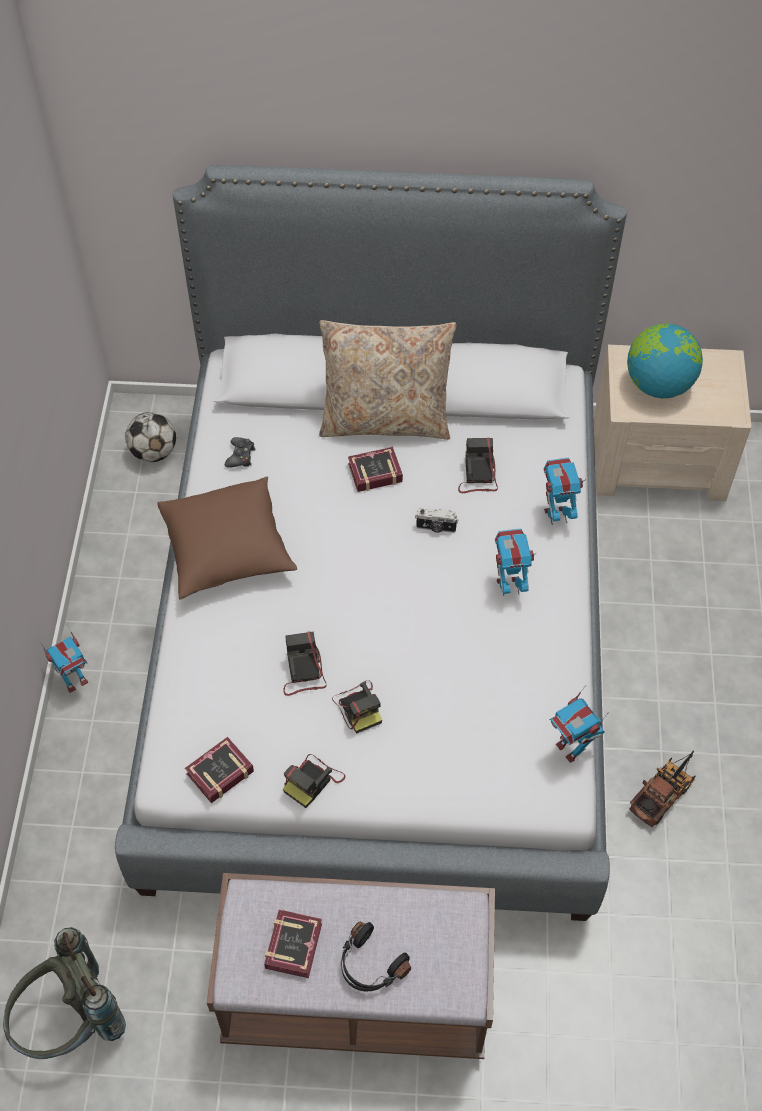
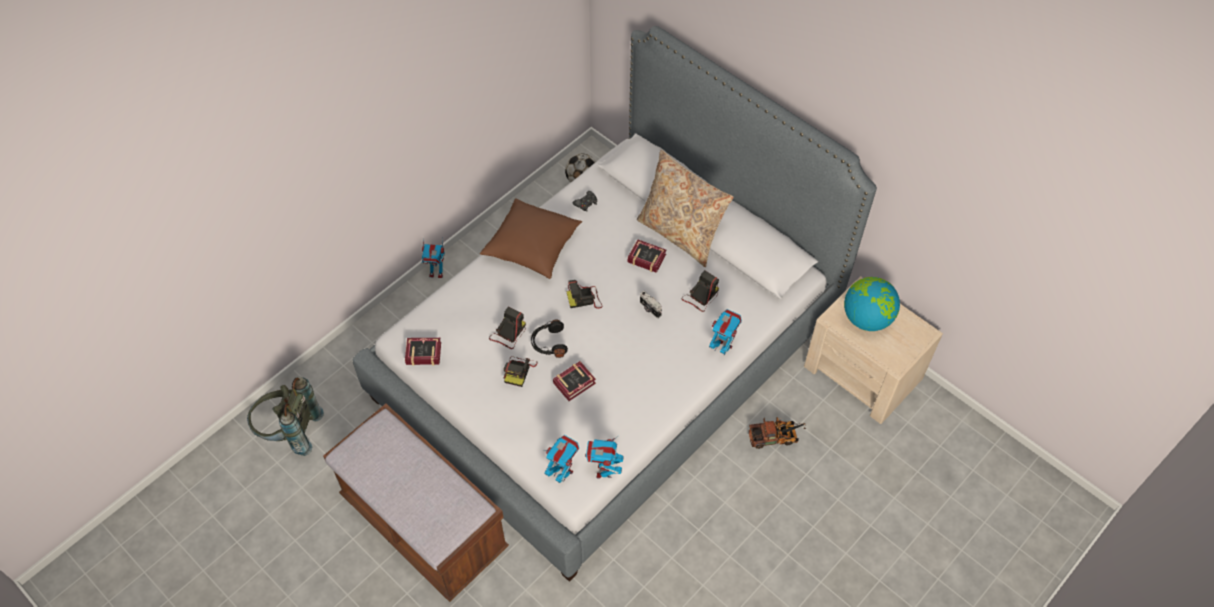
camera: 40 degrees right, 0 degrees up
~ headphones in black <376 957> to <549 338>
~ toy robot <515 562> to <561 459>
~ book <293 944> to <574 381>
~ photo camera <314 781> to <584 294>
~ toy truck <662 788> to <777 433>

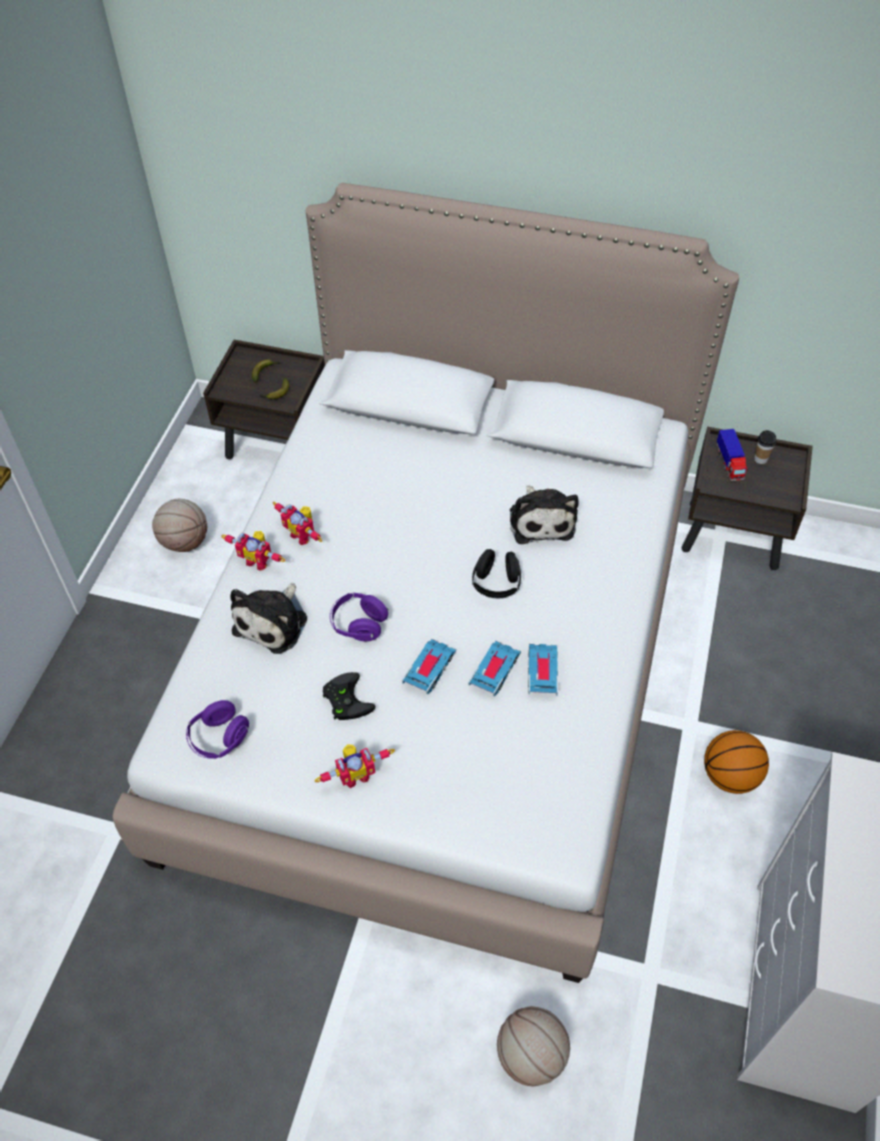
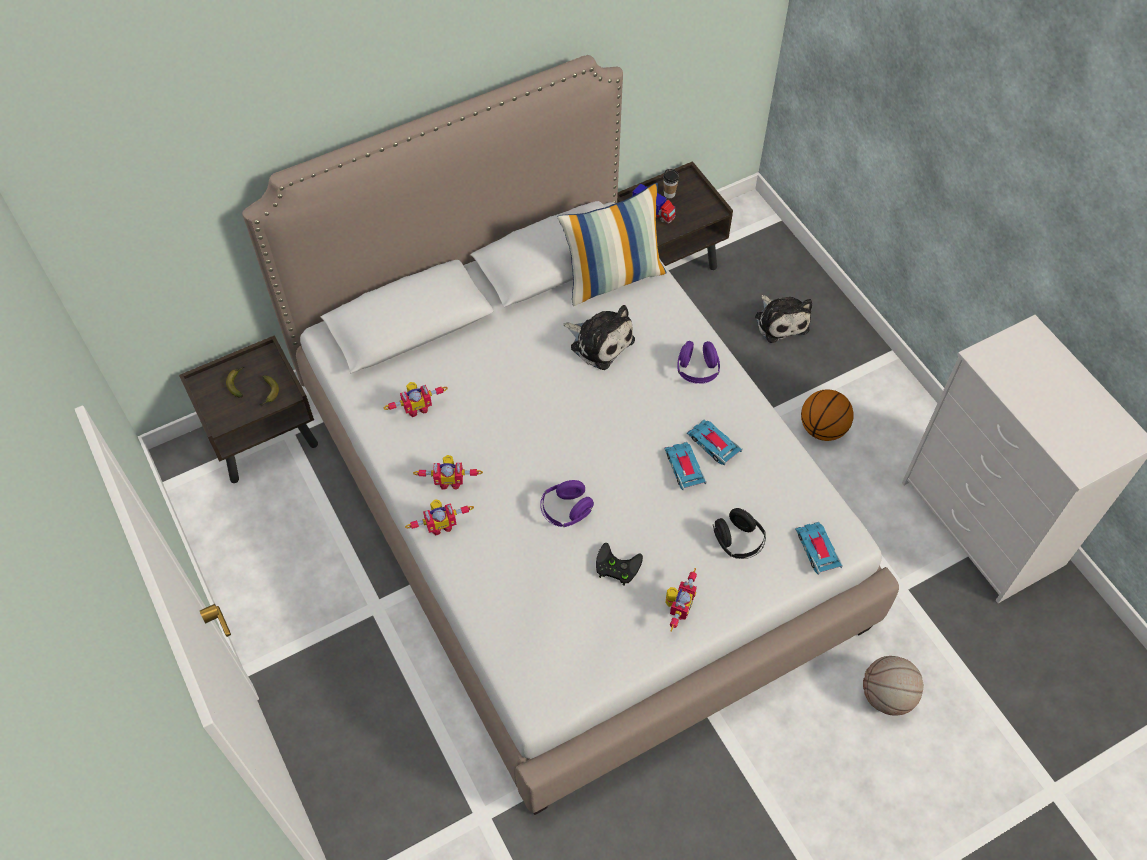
camera: 45 degrees left, 5 degrees up
+ toy robot <416 400>
+ pillow <612 244>
~ headphones in purple <217 729> to <698 362>
~ headphones in black <496 573> to <739 533>
~ plush toy <268 618> to <783 319>
~ toy car <429 666> to <819 548>
- basketball <179 525>

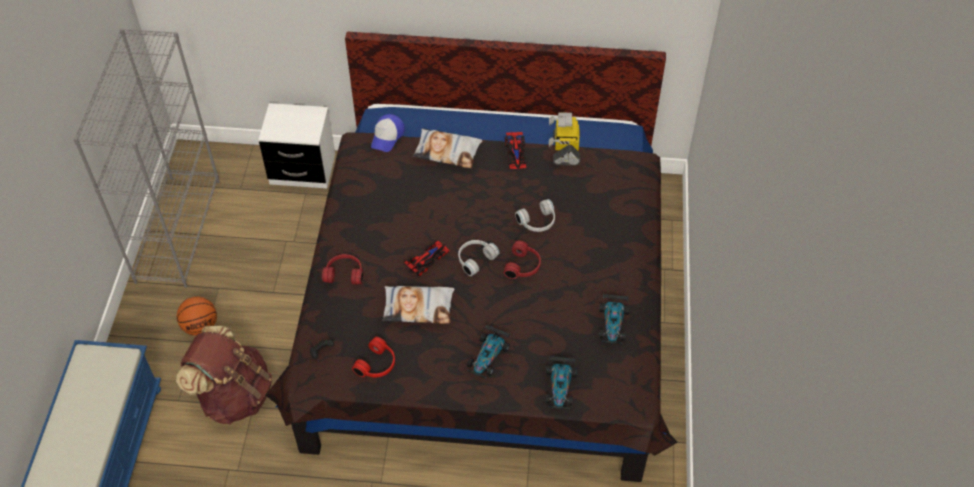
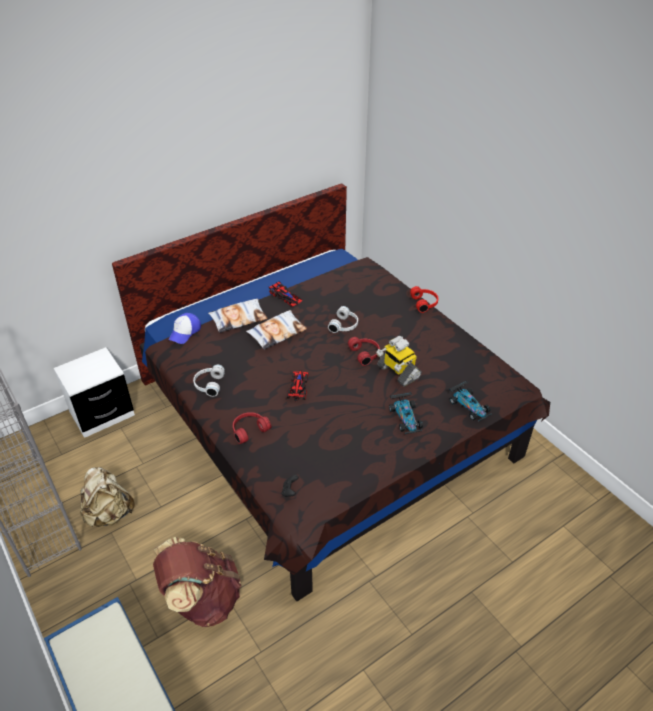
camera: 40 degrees left, 10 degrees down
+ backpack in beige <107 497>
~ cap <388 133> = <185 328> 45 degrees clockwise
~ headphones in white <479 258> to <209 381>
~ pillow <419 305> to <276 330>
~ toy robot <565 139> to <399 361>
~ headphones in red <373 357> to <424 299>
- basketball <197 316>
- toy car <614 318>

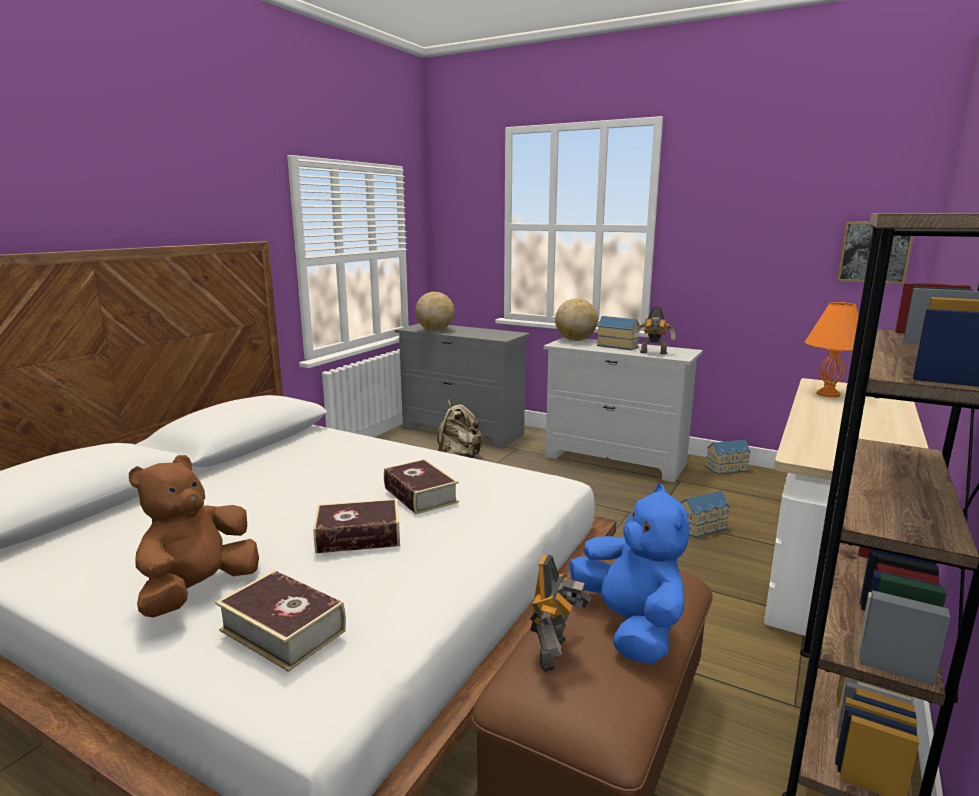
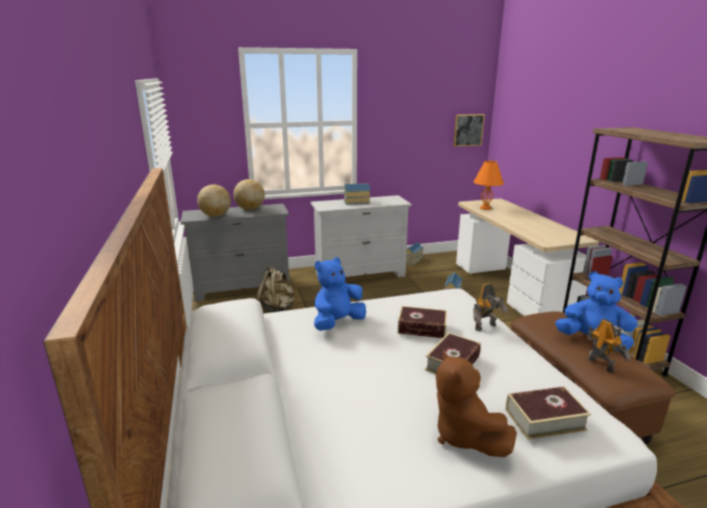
camera: 45 degrees left, 5 degrees up
~ globe <576 319> to <249 194>
+ plush toy in blue <340 294>
~ toy robot <654 330> to <490 307>

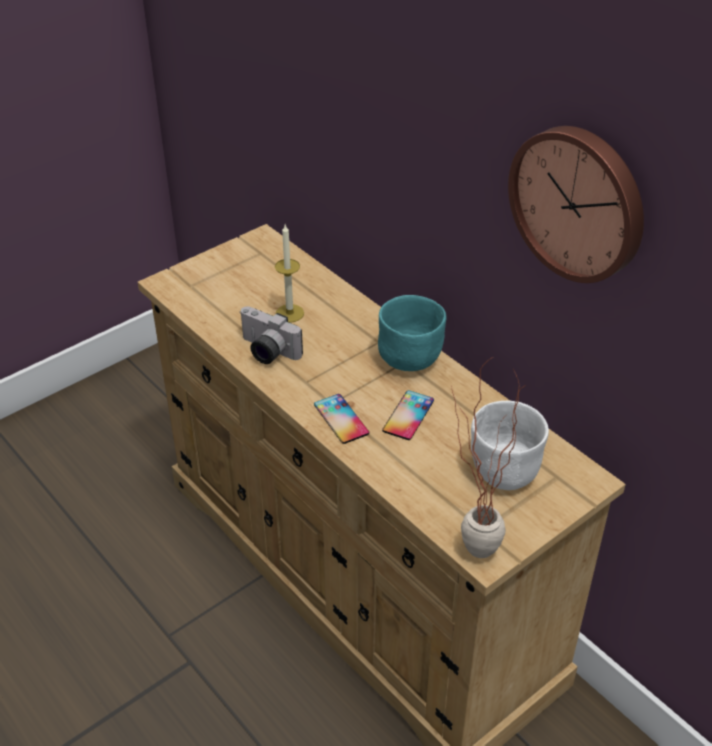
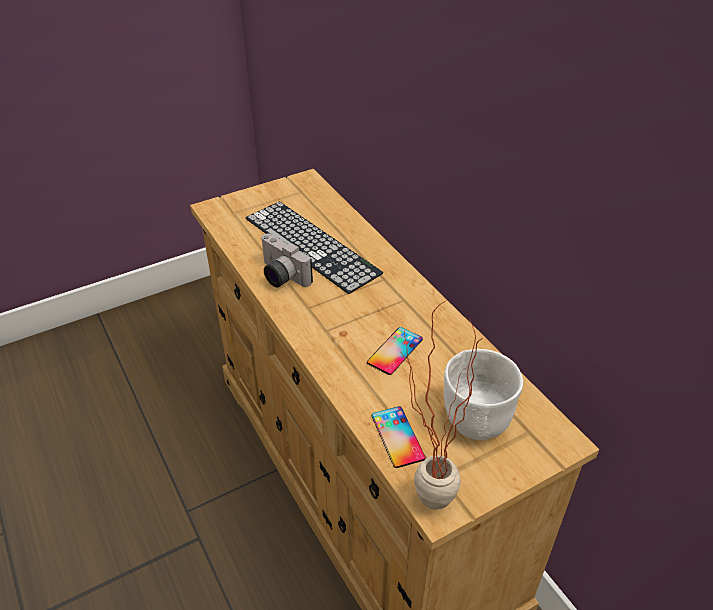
camera: 10 degrees right, 0 degrees up
~ candle <289 274> to keyboard <314 248>
~ phone <341 419> to <399 437>
- bowl in turquoise <412 333>
- wall clock <576 204>

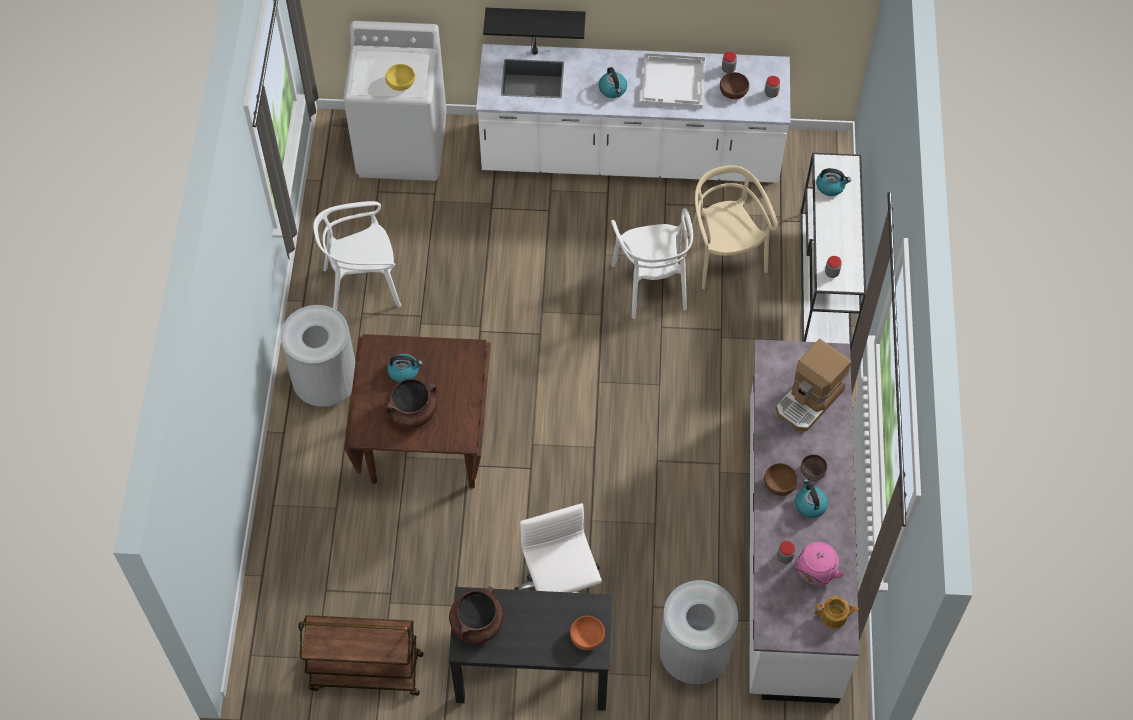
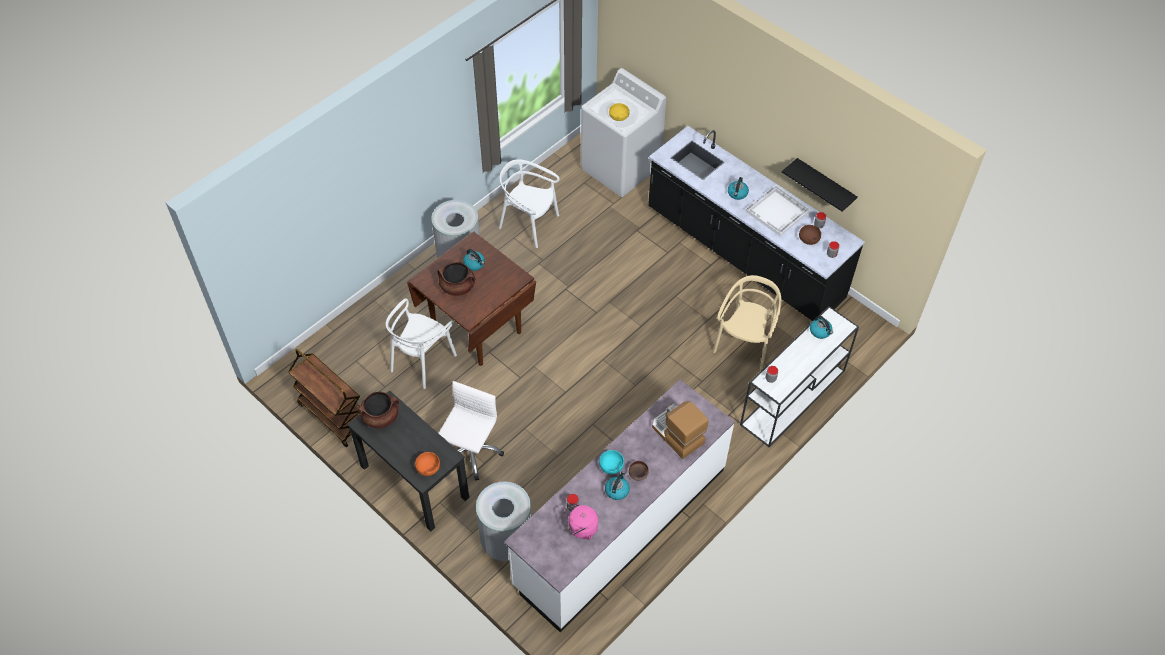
camera: 40 degrees right, 5 degrees down
~ chair in white <652 263> to <421 344>
~ bowl in brown <781 479> to bowl in turquoise <611 462>
~ counter in white <633 110> to counter in black <756 223>
~ coffee machine <813 385> = <680 430> 60 degrees clockwise
~ shelf in black <534 23> to <819 185>
- teapot <837 612>

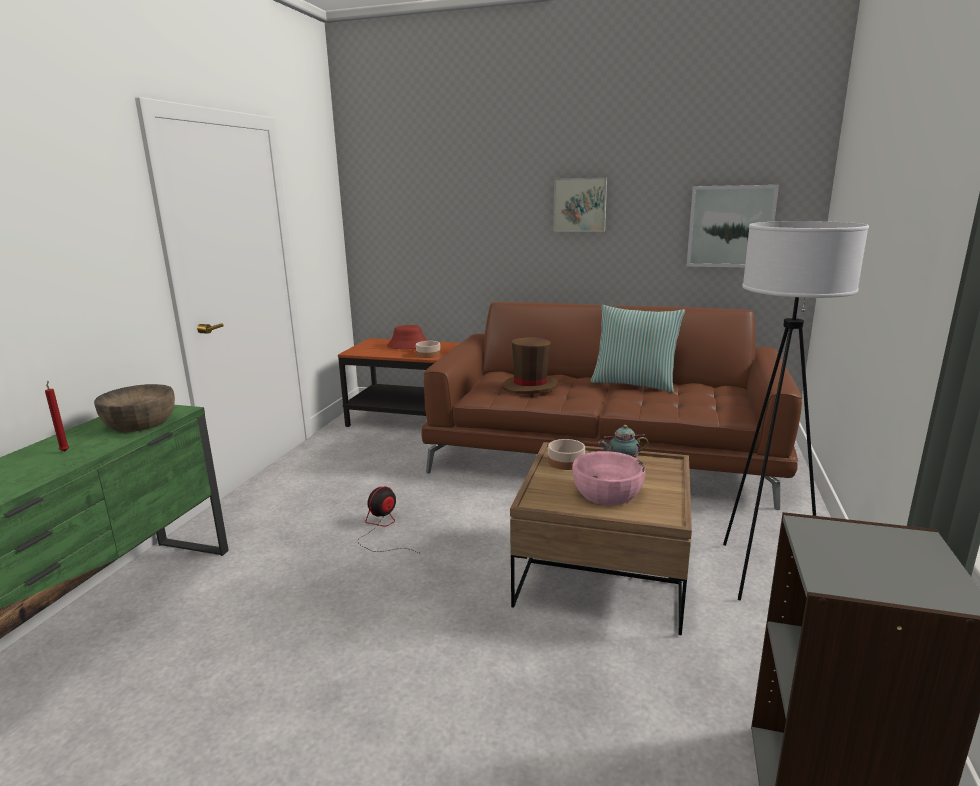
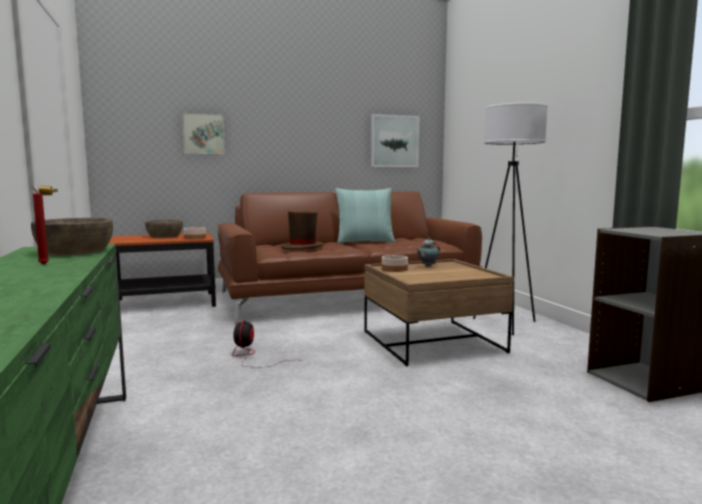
camera: 35 degrees left, 10 degrees down
~ hat in red <407 337> to bowl in brown <164 229>
~ picture <580 204> to <203 133>
- bowl in pink <608 478>

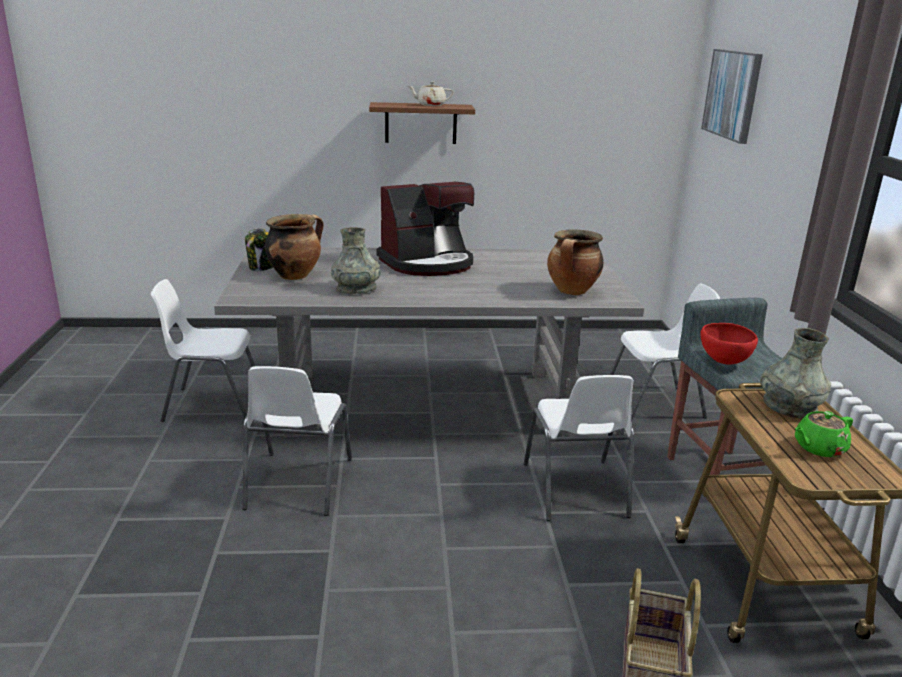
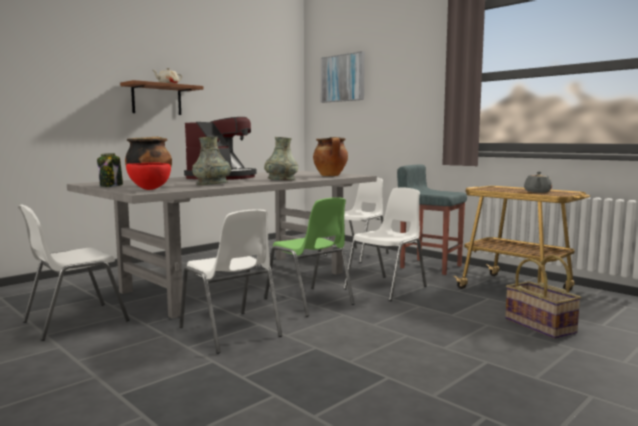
camera: 40 degrees left, 15 degrees down
~ bowl in red <729 343> to <148 176>
~ vase in grey <795 373> to <281 158>
+ chair in green <309 257>
~ chair in white <579 448> = <385 244> 90 degrees counterclockwise
~ teapot in green <824 434> to teapot in grey <538 182>

